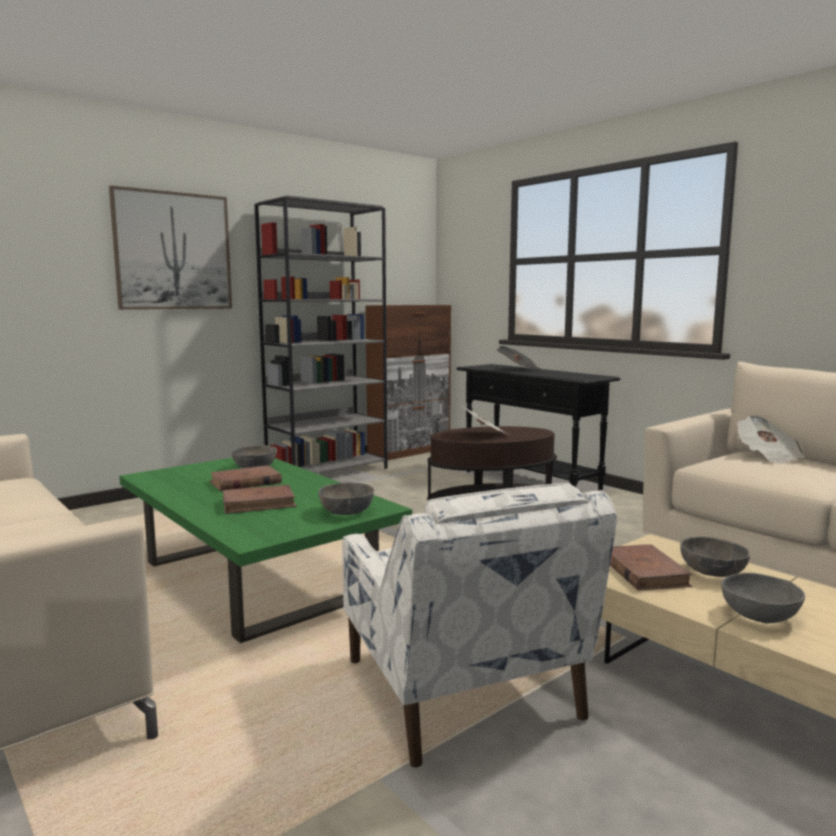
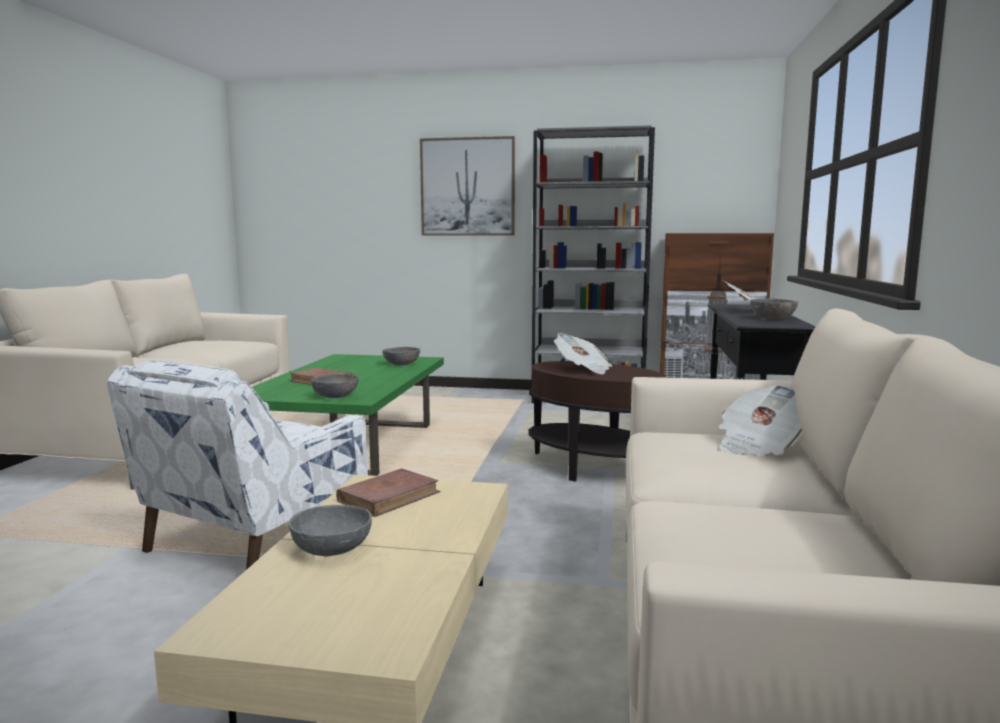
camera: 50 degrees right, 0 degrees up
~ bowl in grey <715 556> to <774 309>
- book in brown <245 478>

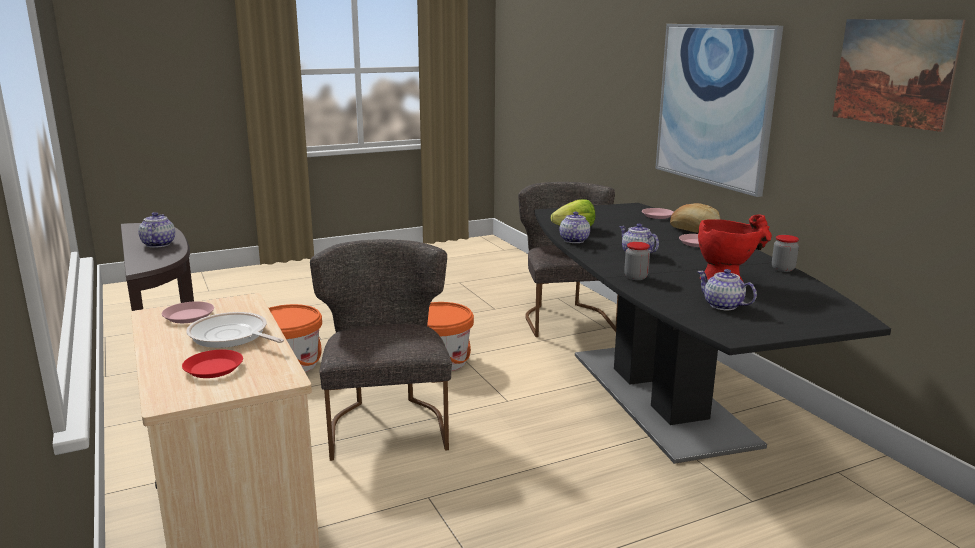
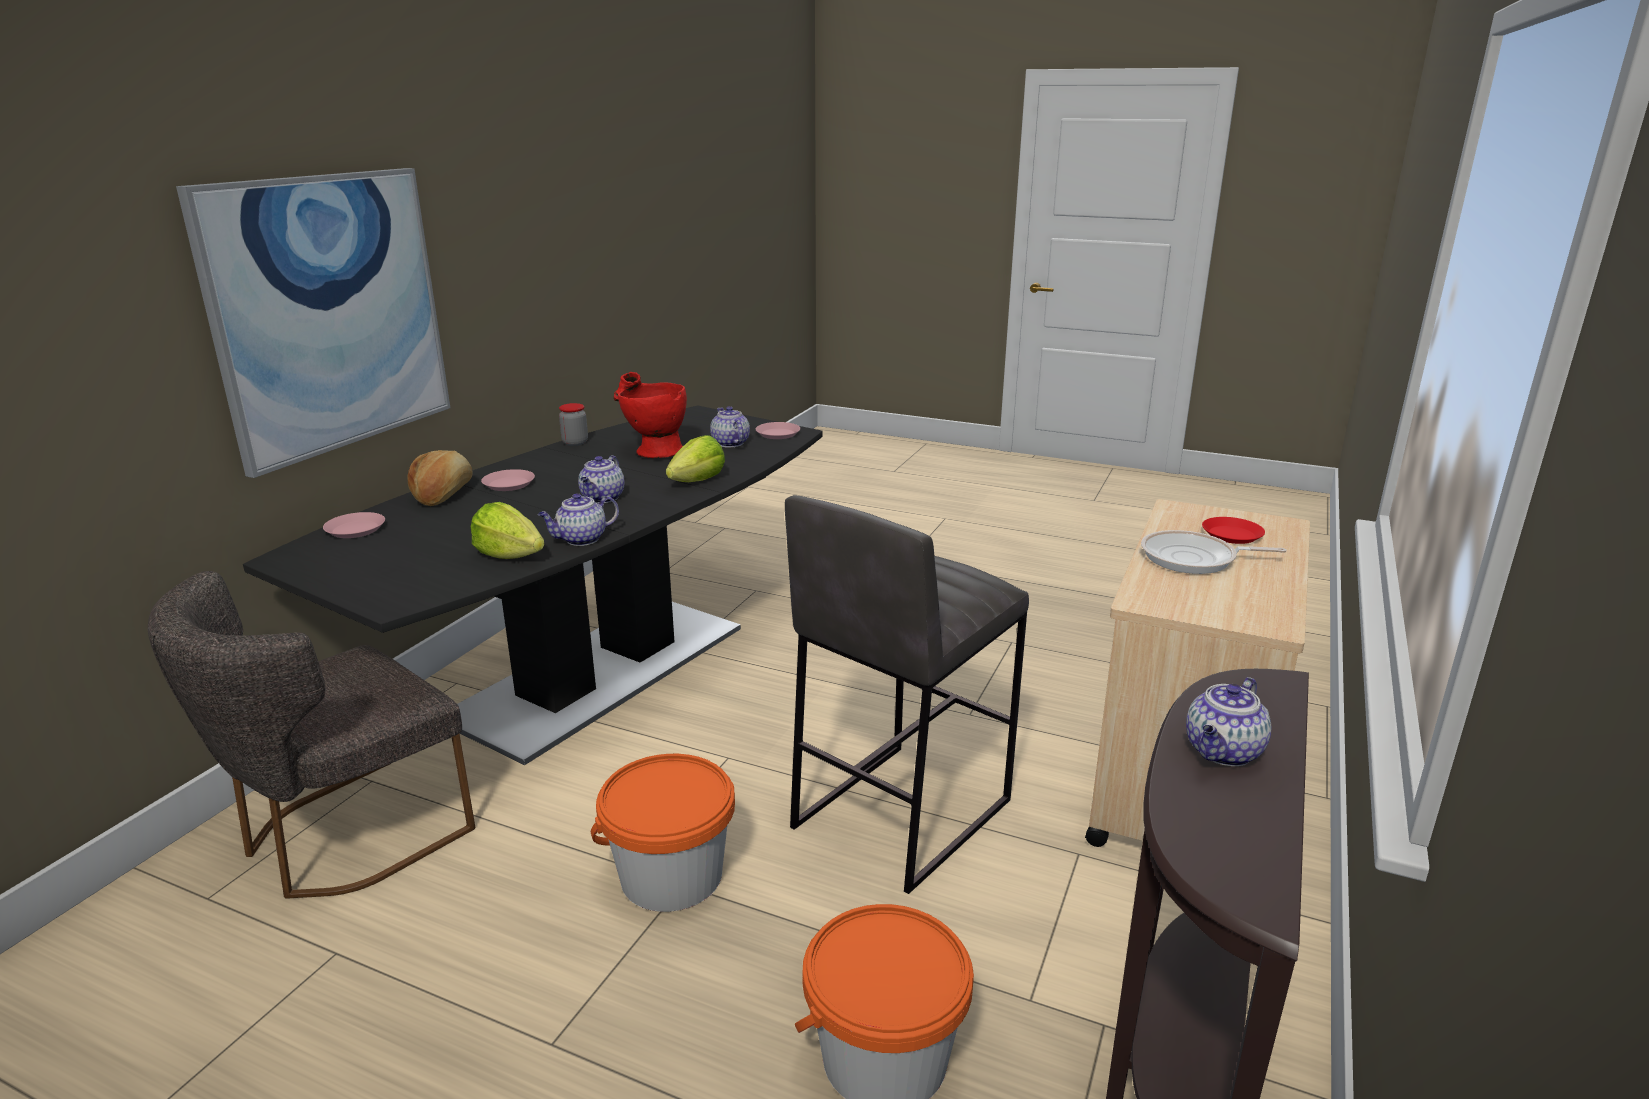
camera: 130 degrees left, 5 degrees up
~ jar <637 261> to lettuce <695 458>
~ teapot <727 289> = <730 427> 150 degrees clockwise
~ plate in pink <188 312> to <778 430>
~ chair in grey <381 350> to stool in grey <907 694>
~ frying pan <235 330> = <1213 552> 105 degrees clockwise
- picture <898 75>

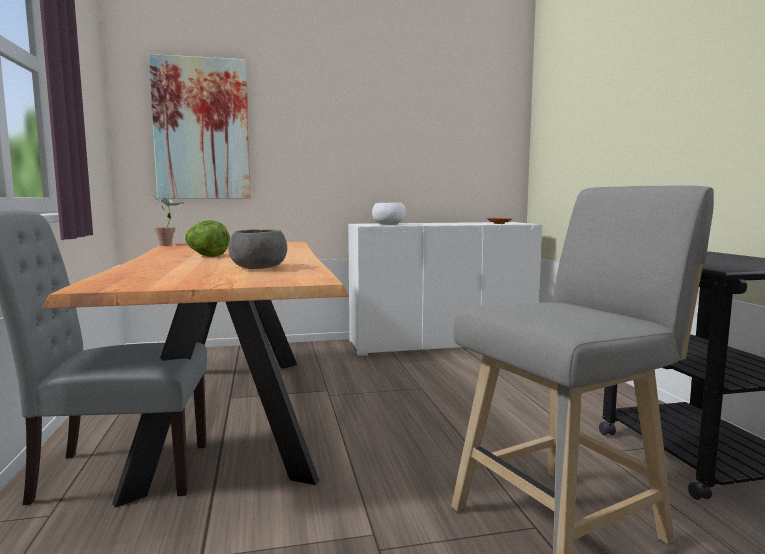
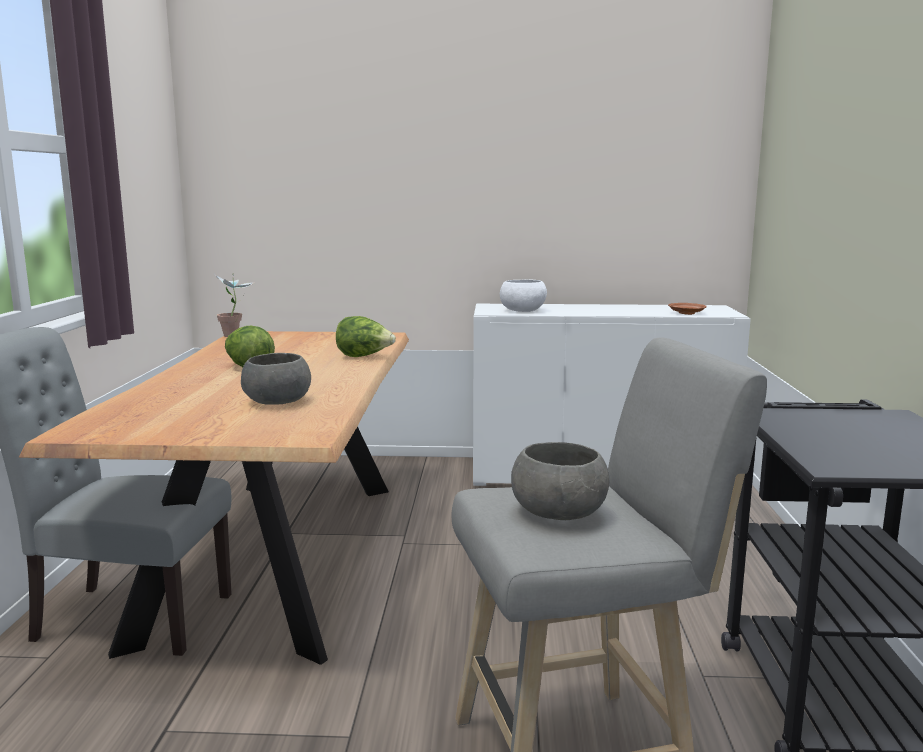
camera: 15 degrees right, 5 degrees up
+ lettuce <366 336>
+ bowl in grey <560 481>
- picture <199 126>

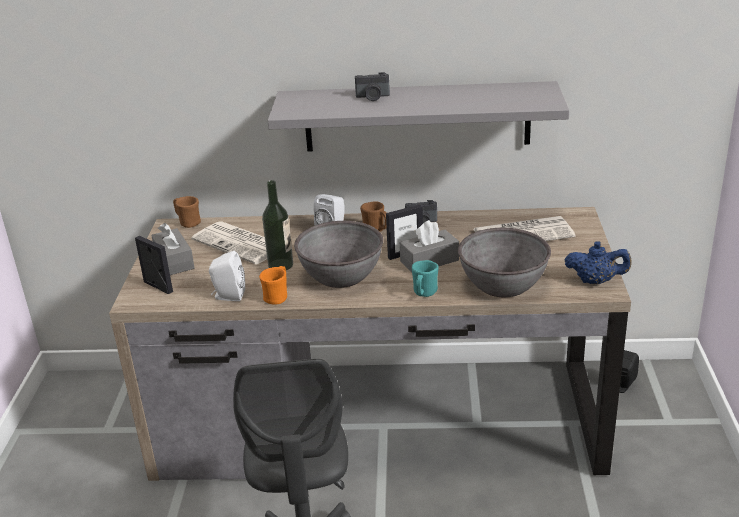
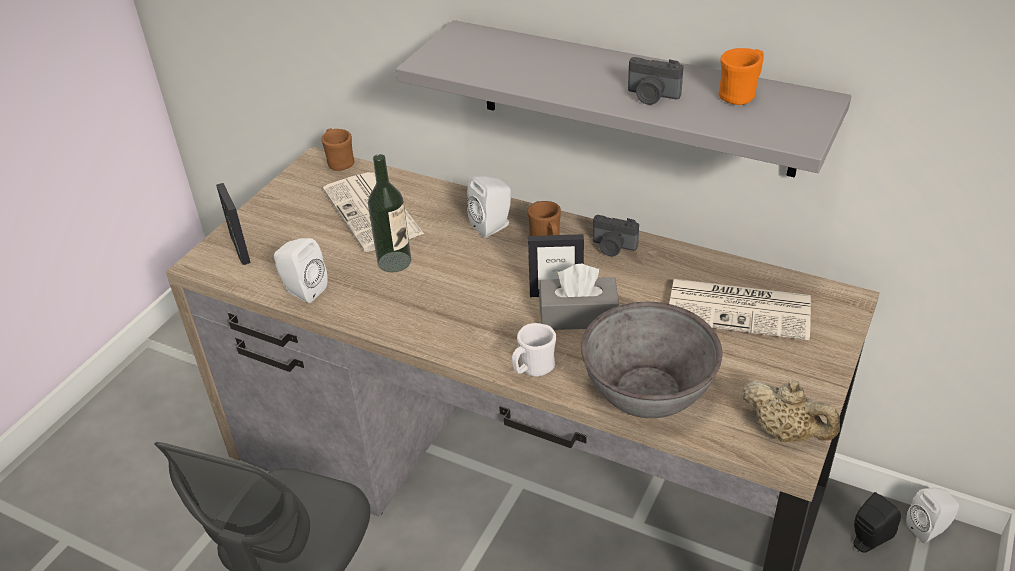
camera: 25 degrees right, 10 degrees up
~ mug in turquoise <425 278> to mug in white <534 350>
~ photo camera <372 86> to <656 81>
~ mug in orange <273 285> to <741 76>
~ teapot in blue <598 262> to teapot in beige <791 411>
+ speaker in white <932 515>
- tissue box in grey <173 249>
- bowl in grey <338 254>

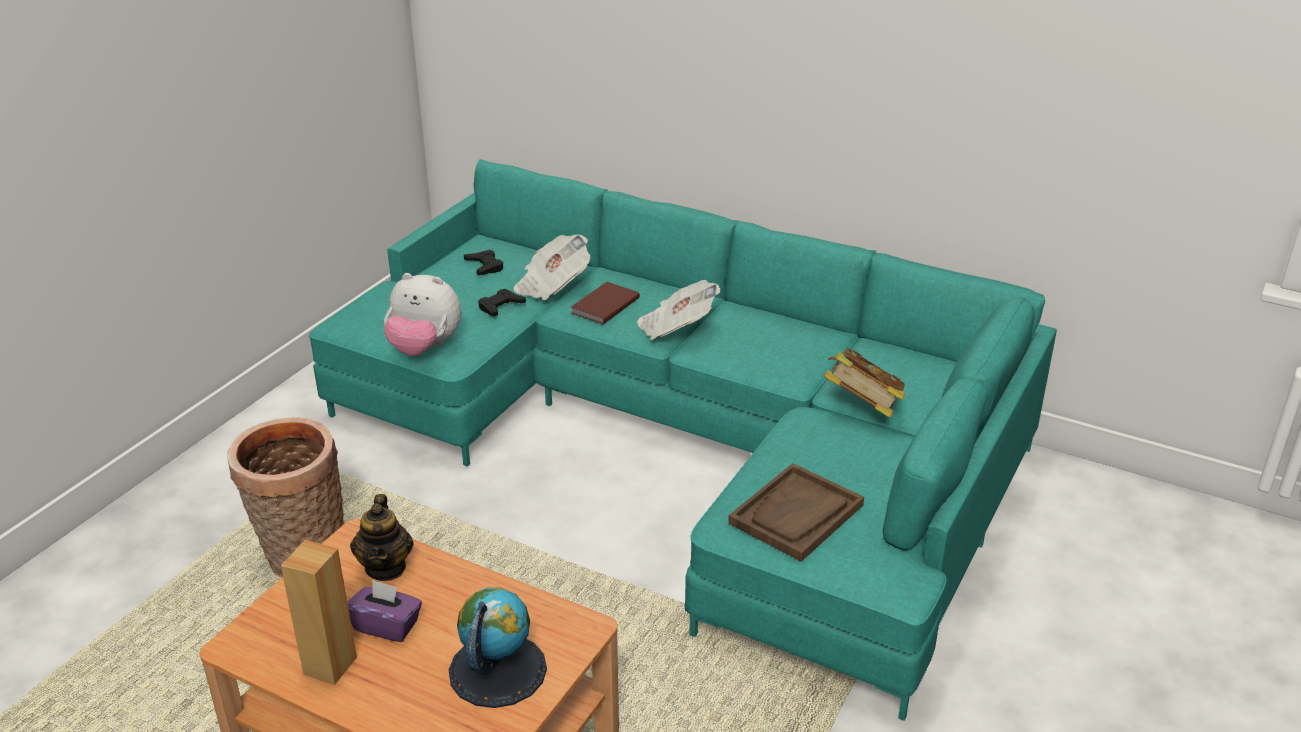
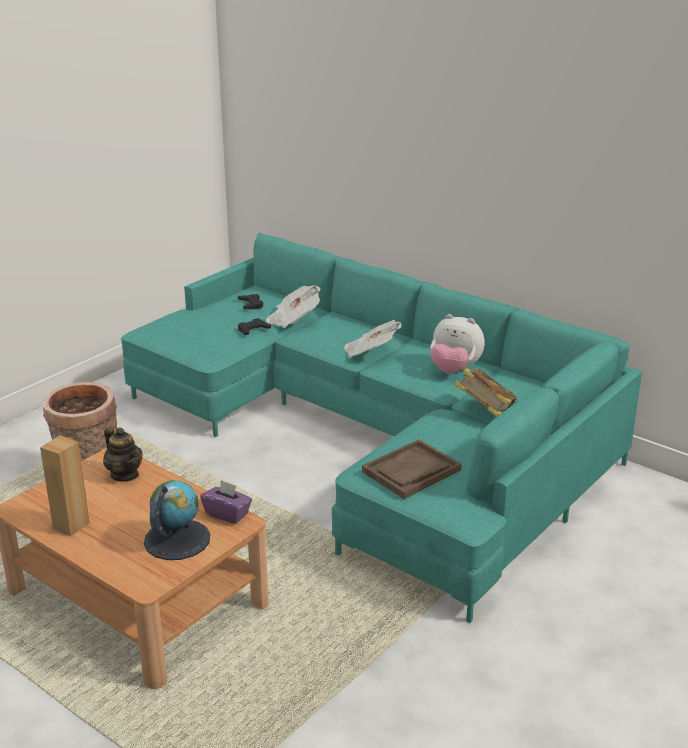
camera: 10 degrees right, 5 degrees down
~ teapot <381 537> = <122 454> 45 degrees counterclockwise
~ tissue box in purple <384 610> to <226 502>
~ plush toy <422 314> to <457 343>
- book in brown <605 303>

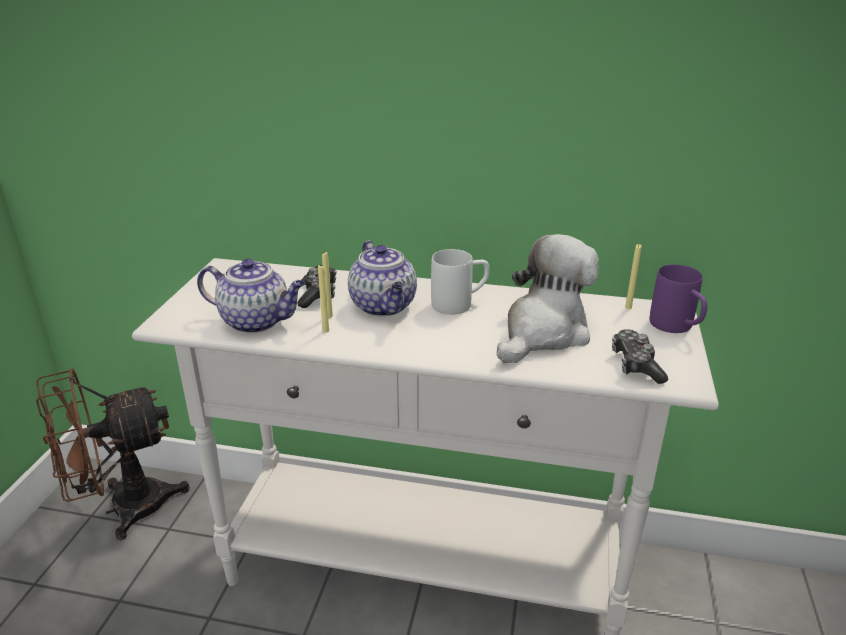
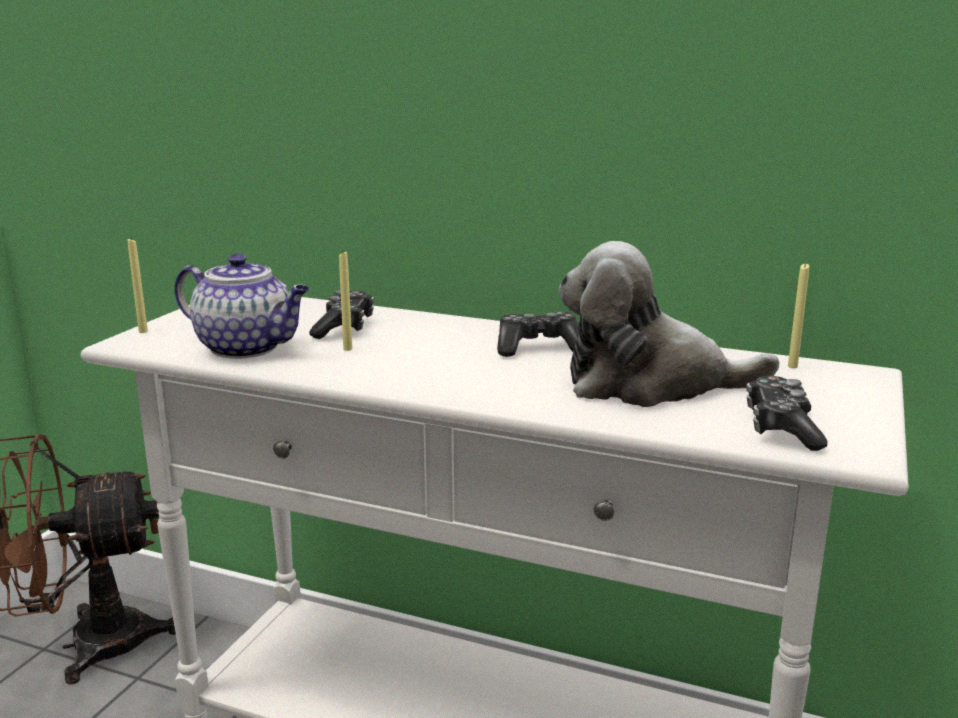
camera: 10 degrees right, 10 degrees down
~ candle in yellow <323 299> to <137 285>
~ mug in white <460 282> to game controller <538 334>
~ plush toy <548 299> = <669 324> 135 degrees counterclockwise
- teapot <382 278>
- mug in purple <678 298>

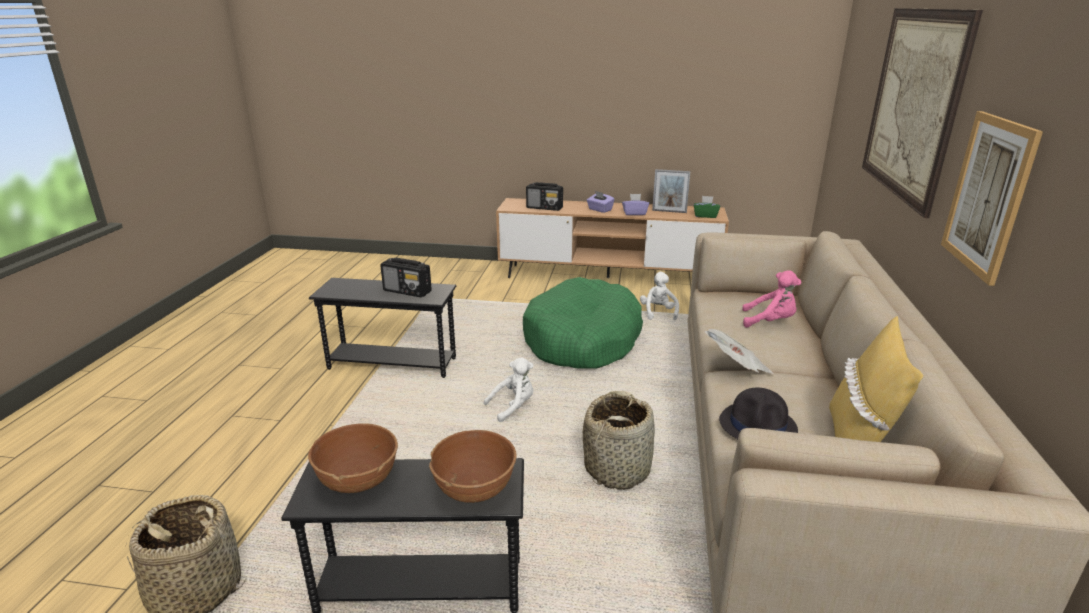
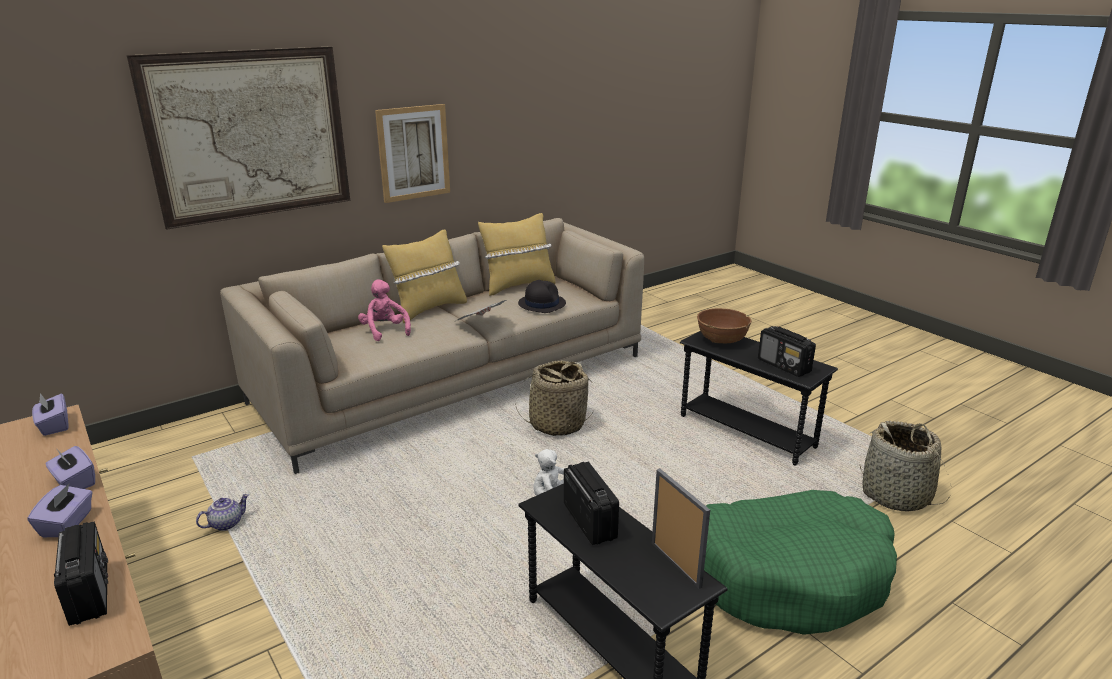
camera: 135 degrees left, 0 degrees up
~ tissue box in green <707 207> to tissue box in purple <50 414>
~ plush toy in white <659 296> to teapot <222 512>
+ pillow in yellow <424 276>
~ picture frame <671 191> to <681 528>
~ dog bed in green <583 323> to <800 562>
~ bowl in brown <353 458> to radio <787 351>

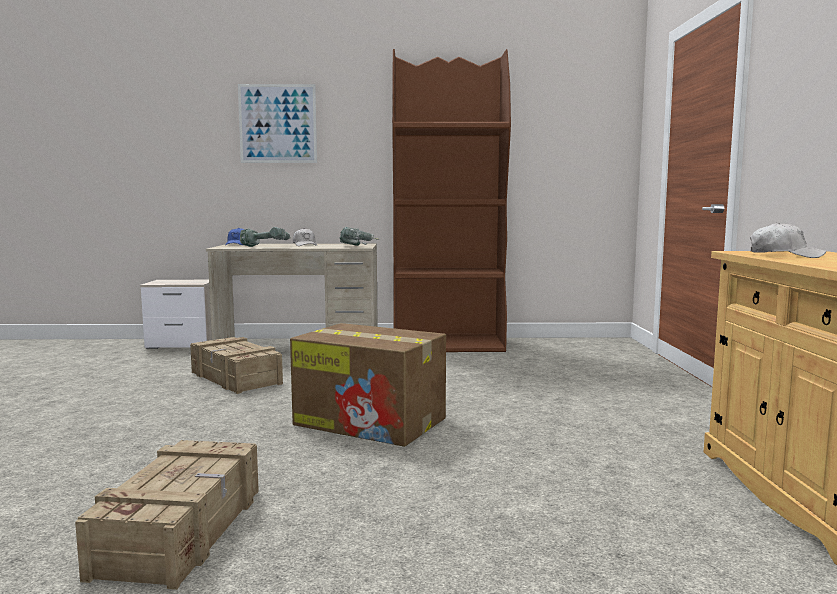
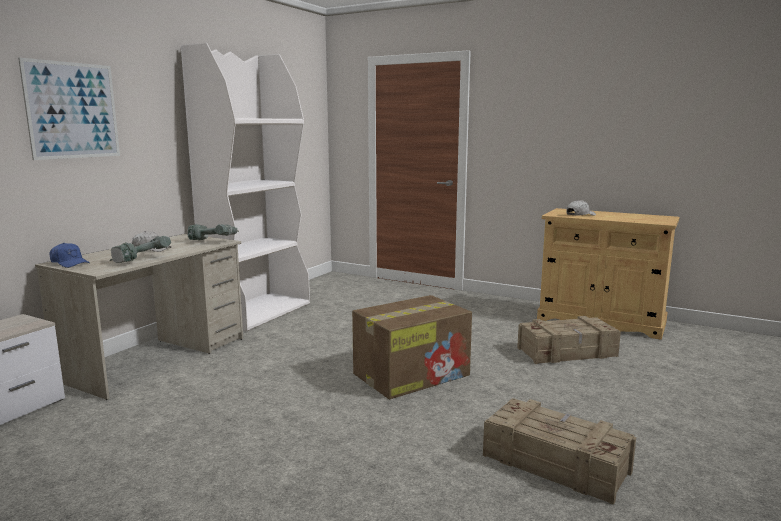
camera: 60 degrees left, 5 degrees up
~ bookcase in brown <451 200> to bookcase in white <245 187>
~ crate <236 365> to <569 340>

